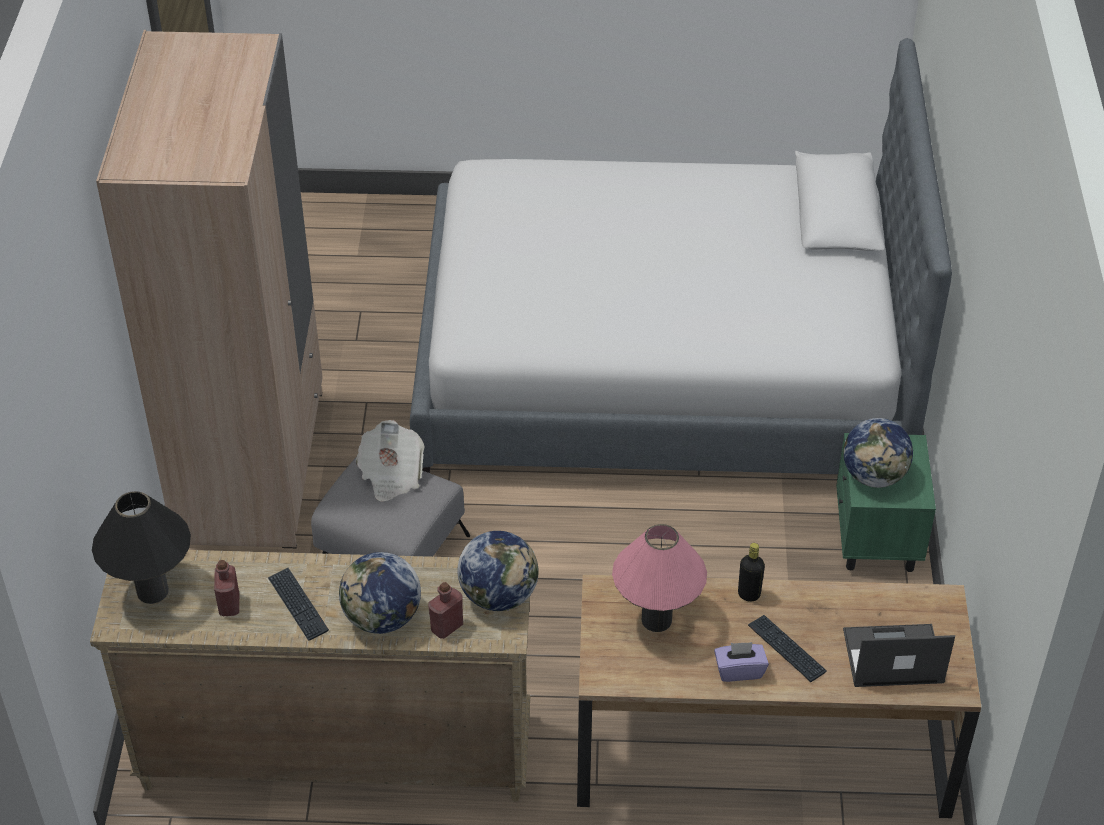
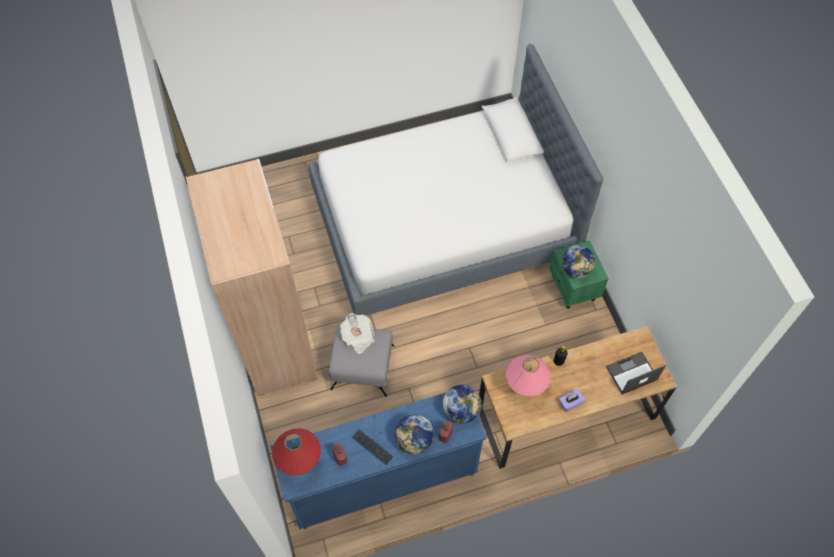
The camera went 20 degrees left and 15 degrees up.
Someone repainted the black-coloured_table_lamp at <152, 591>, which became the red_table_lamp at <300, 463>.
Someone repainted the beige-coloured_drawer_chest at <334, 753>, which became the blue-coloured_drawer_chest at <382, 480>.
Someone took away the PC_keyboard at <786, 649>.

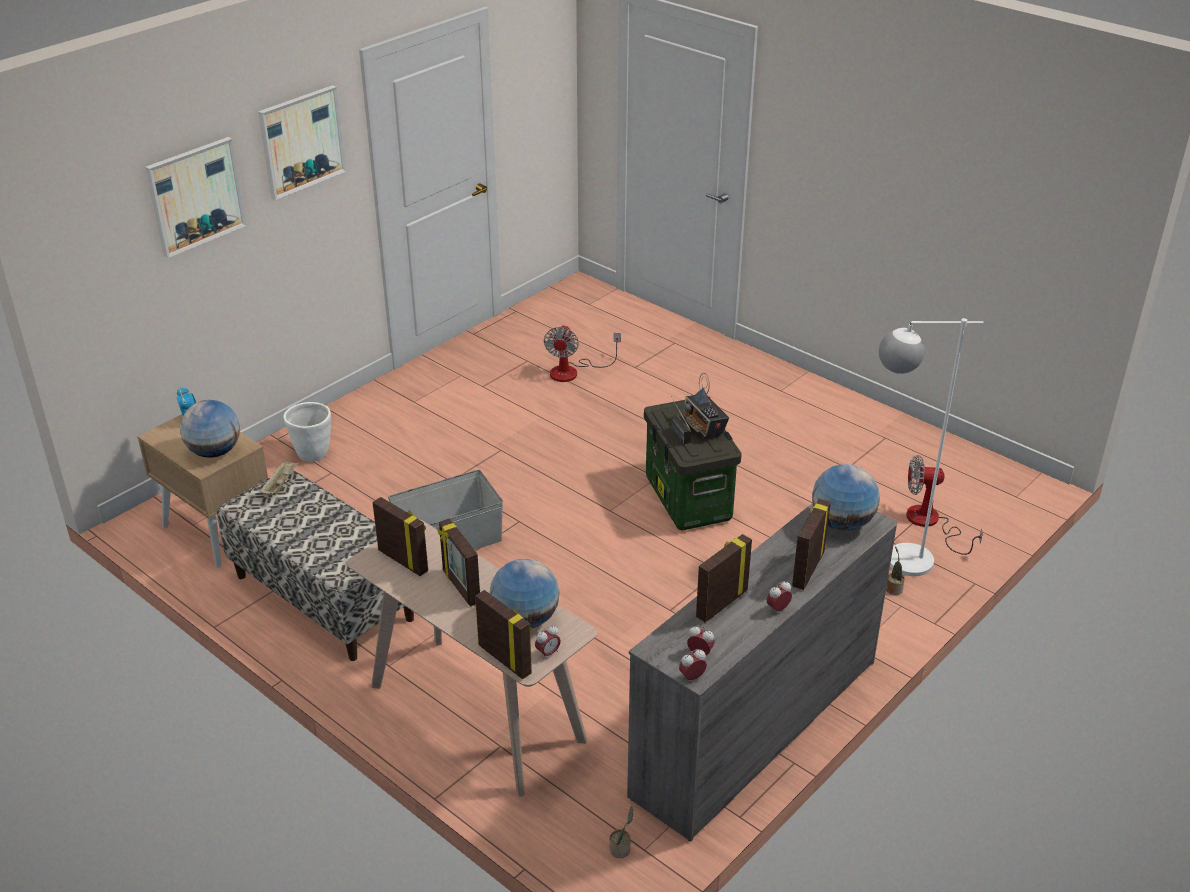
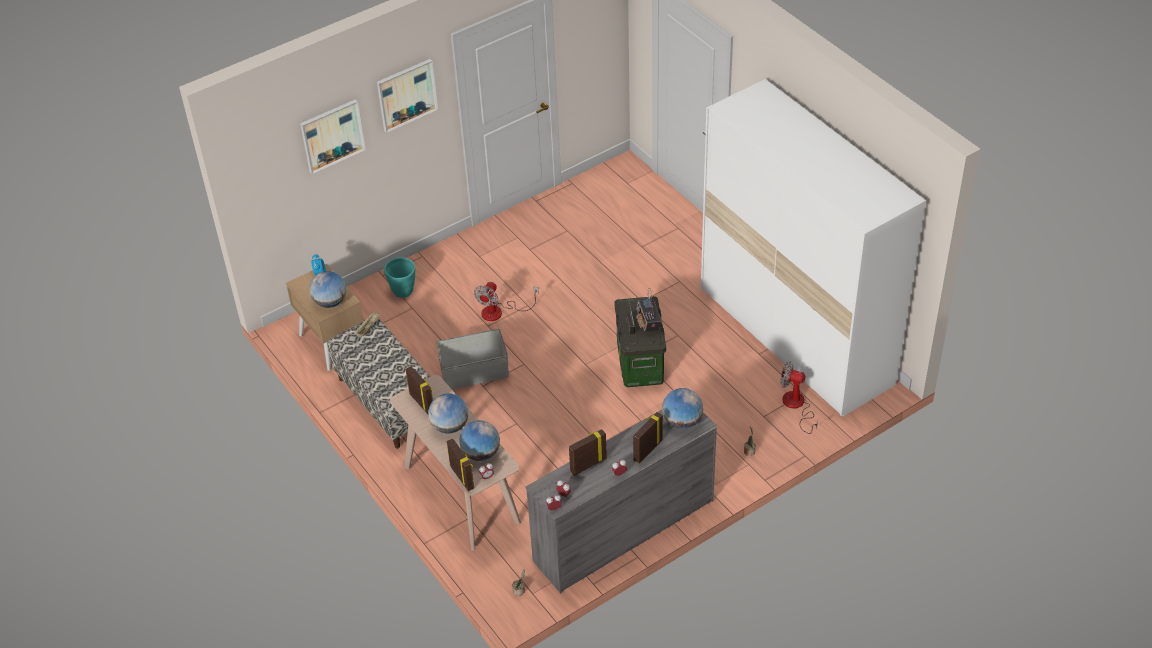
The camera went 15 degrees right and 10 degrees up.
Someone took away the whitish_floor_lamp at <893, 561>.
Someone carried the fan from <573, 371> to <499, 312>.
Someone repainted the whitish_planter at <312, 454>, which became the blue-green_planter at <403, 291>.
Someone swapped the picture_frame at <460, 587> for the desk_globe at <450, 426>.
Someone put down the whitish_armoire at <795, 336>.

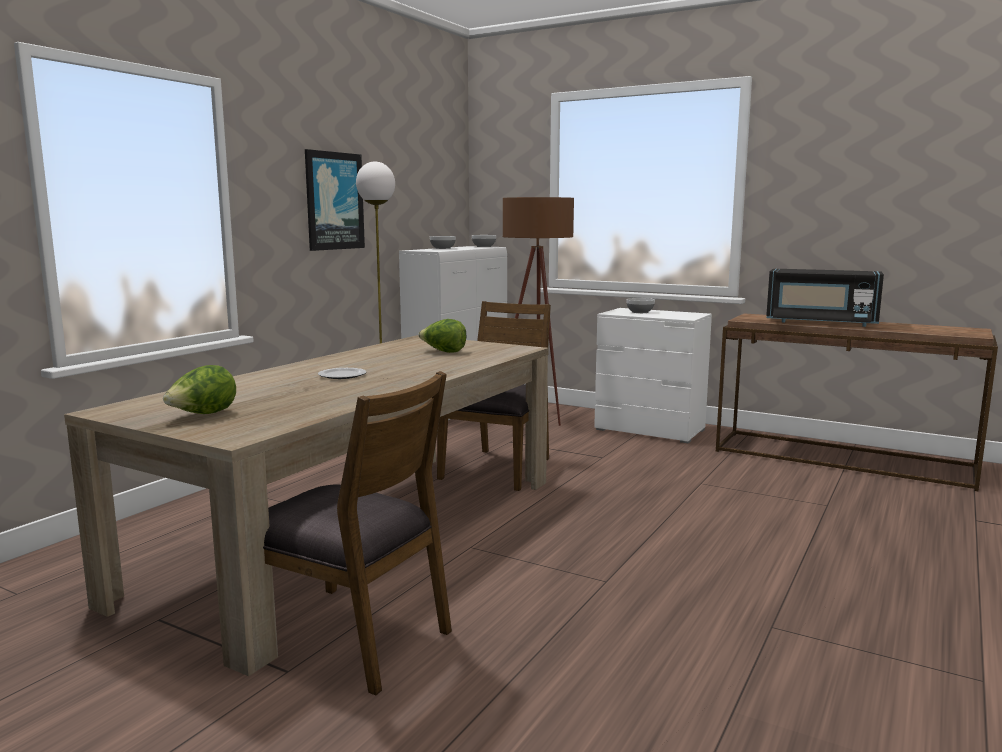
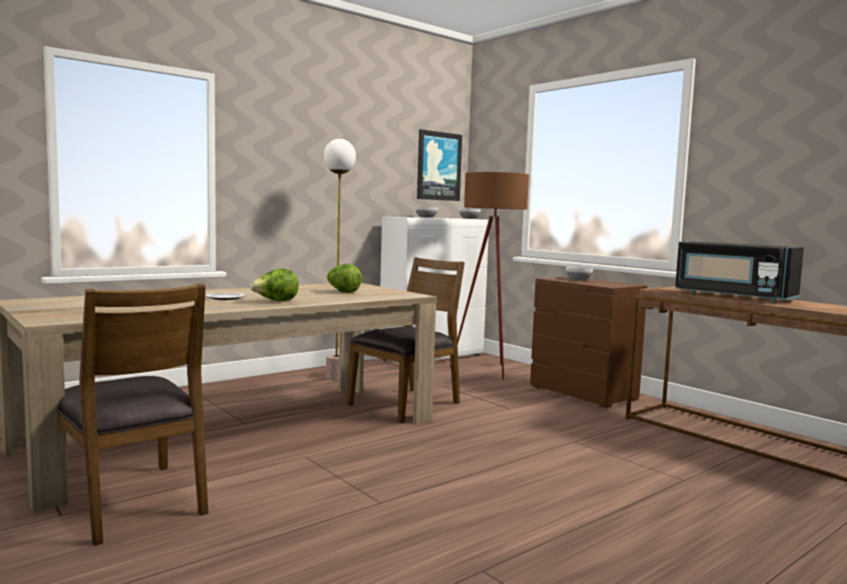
The camera went 20 degrees right and 5 degrees down.
Someone carried the wall_picture from <334, 201> to <438, 166>.
Someone repainted the whitish_drawer_chest at <650, 430>, which became the brown-coloured_drawer_chest at <583, 393>.
Someone carried the lettuce from <203, 415> to <275, 301>.

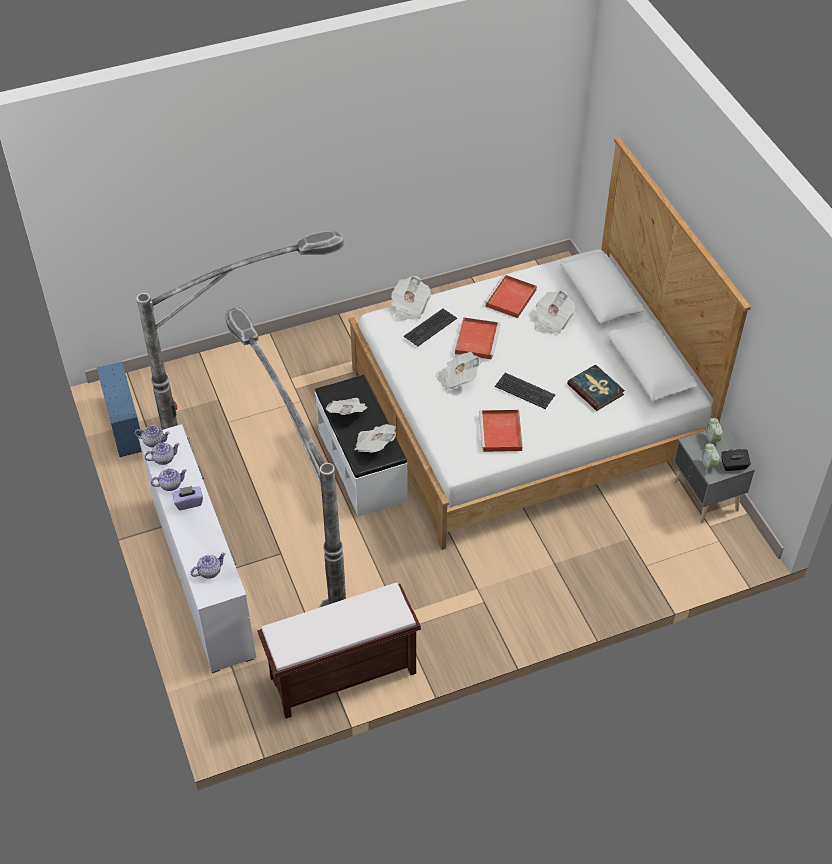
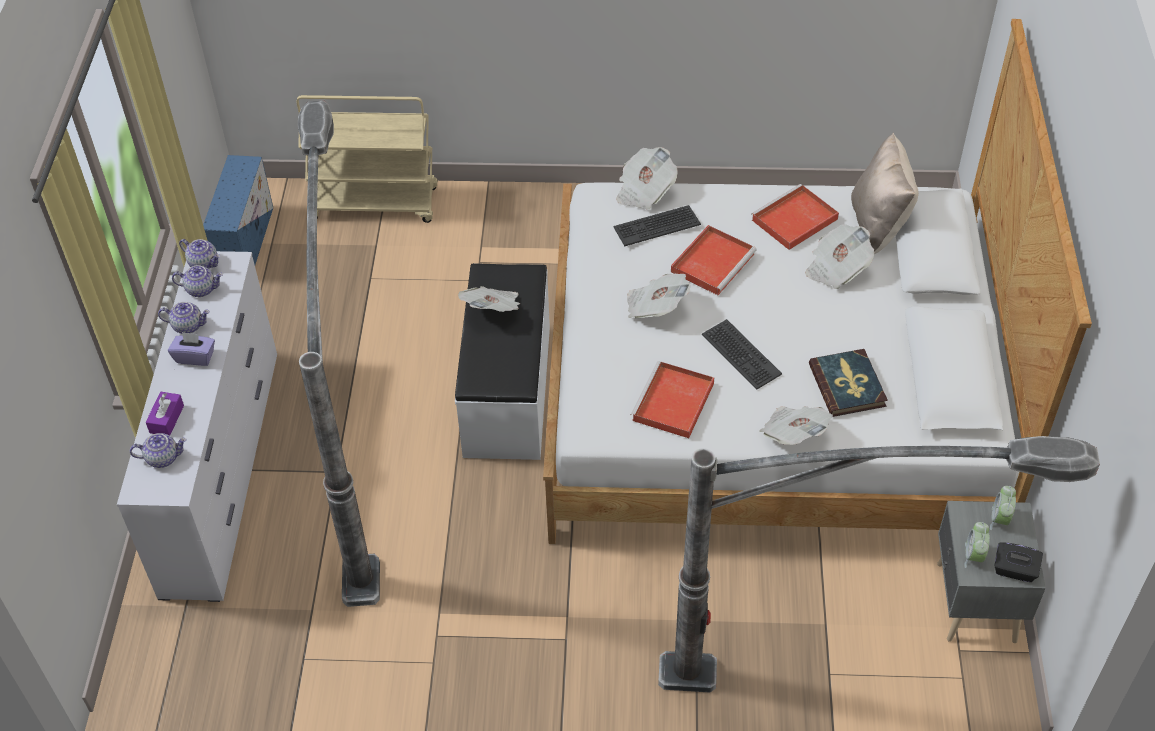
The camera went 25 degrees right and 0 degrees up.
Someone carried the floor_lamp from <255, 429> to <829, 681>.
Someone carried the daily_paper from <374, 445> to <793, 434>.
Someone took away the brown-coloured_long_seat at <342, 676>.
Someone put down the beige-coloured_wheeled_cart at <375, 203>.
Someone put down the beige-coloured_cushion at <879, 224>.
Someone put down the purple-coloured_box_of_tissues at <167, 419>.

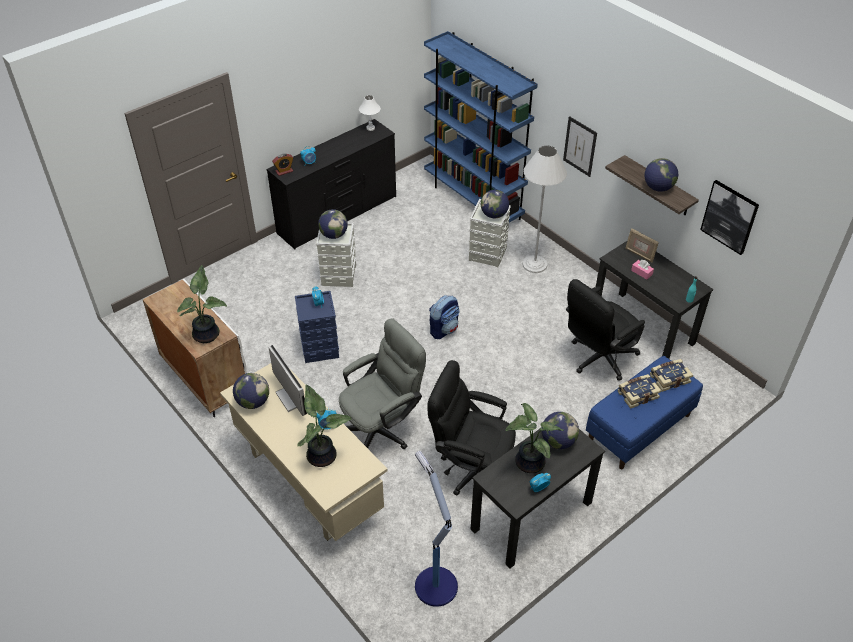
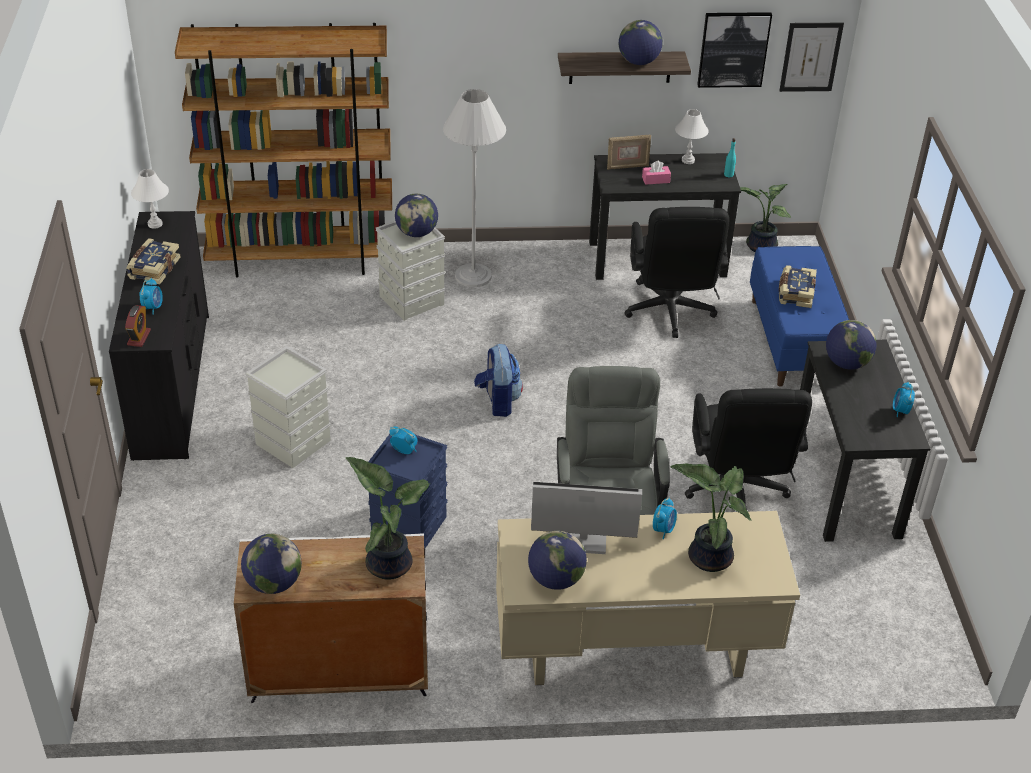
The camera went 55 degrees left and 5 degrees down.
Someone repainted the blue-coloured_bookcase at <473, 200>, which became the brown-coloured_bookcase at <302, 260>.
Someone carried the wall_picture from <580, 146> to <810, 57>.
Someone carried the desk_globe from <333, 235> to <273, 583>.
Someone carried the bound_book from <669, 378> to <153, 268>.
Someone rotated the black-coloured_office_chair at <471, 467> by 60 degrees counterclockwise.
Someone carried the potted_plant from <527, 462> to <759, 247>.
Someone took away the floor_lamp at <435, 585>.
Someone put down the whitish_table_lamp at <687, 160>.

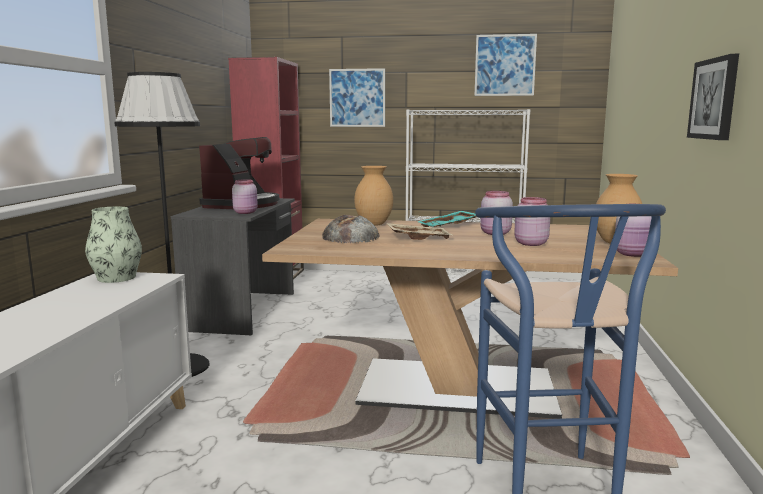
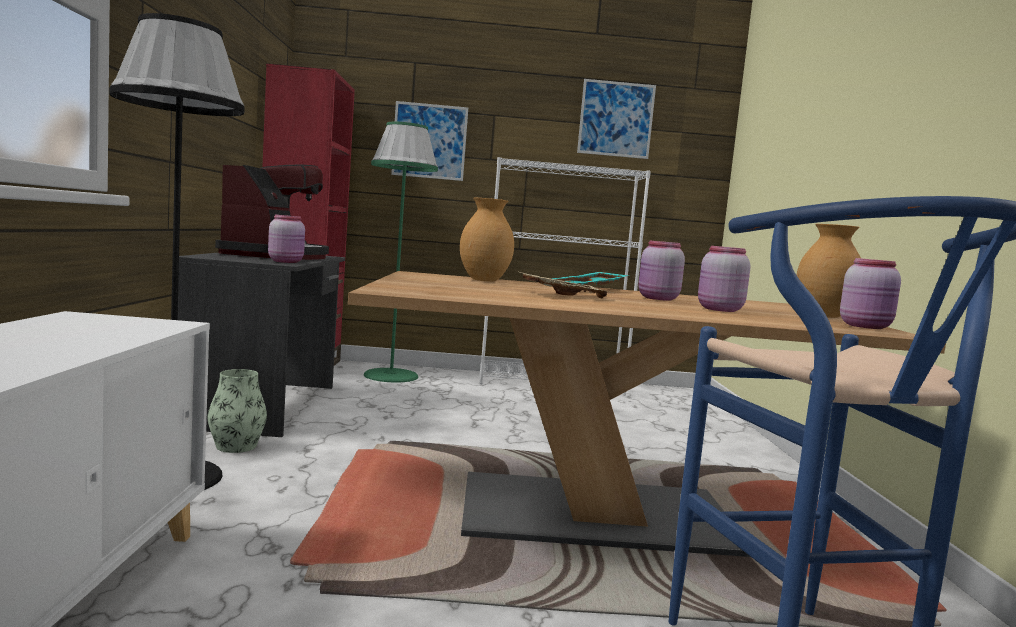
The camera went 10 degrees left and 5 degrees down.
Someone took away the wall_picture at <714, 99>.
Someone carried the vase from <116, 278> to <236, 446>.
Someone took away the bakery_bread at <350, 236>.
Someone put down the greenish_floor_lamp at <391, 376>.

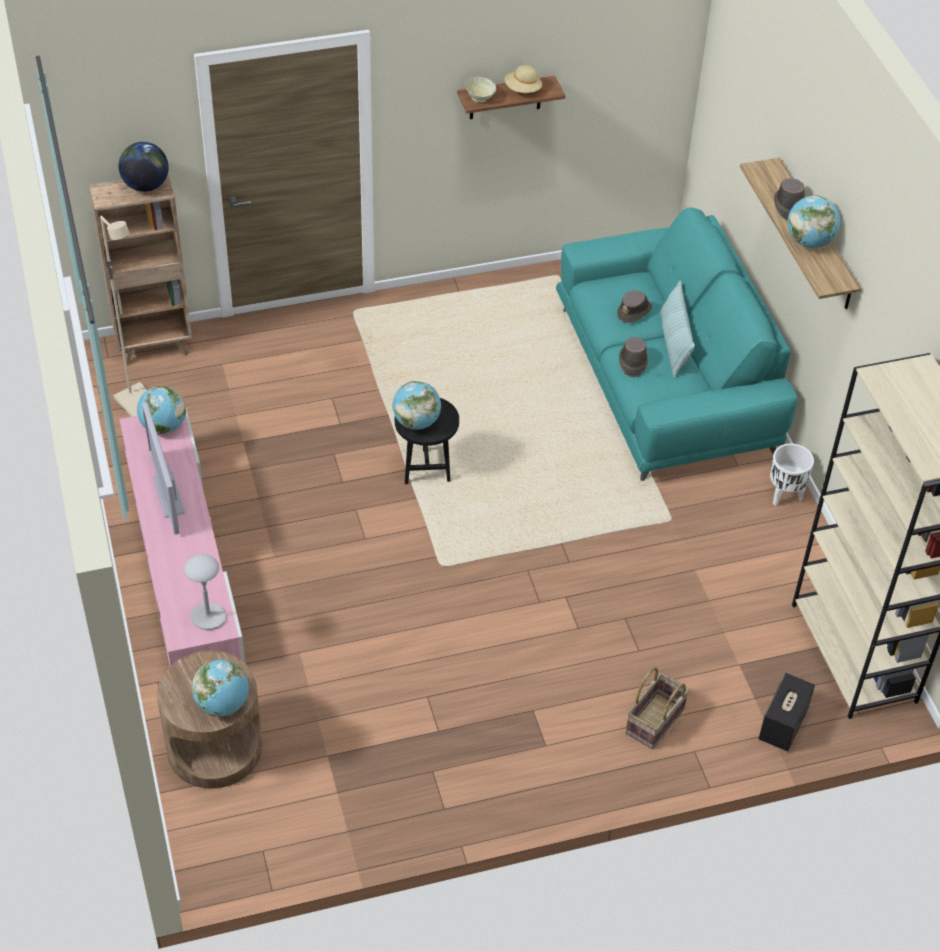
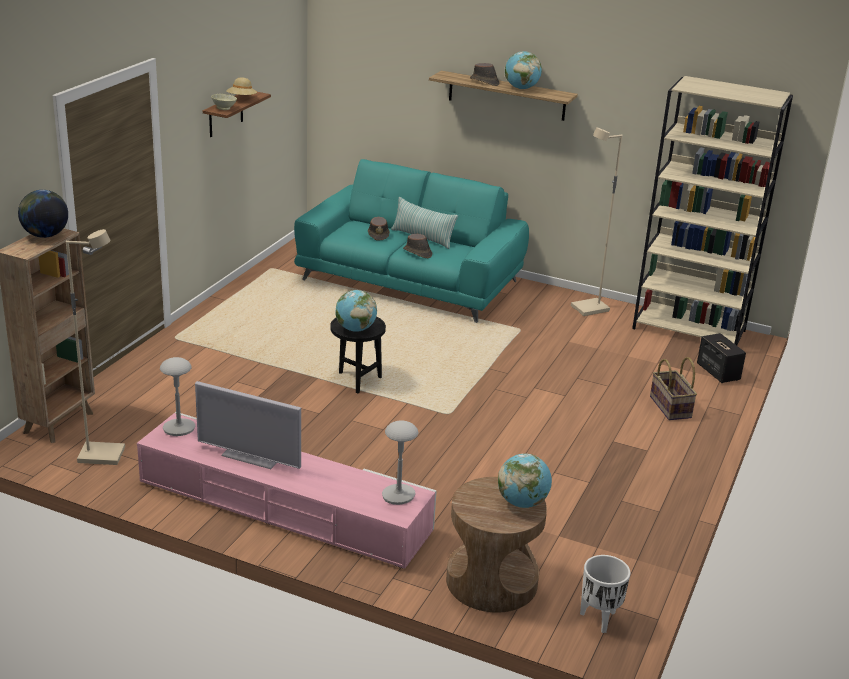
The camera went 50 degrees left and 20 degrees down.
Someone swapped the desk_globe at <163, 427> for the grey_table_lamp at <179, 429>.
Someone carried the whitish_planter from <785, 496> to <600, 619>.
Someone put down the beige-coloured_floor_lamp at <590, 309>.

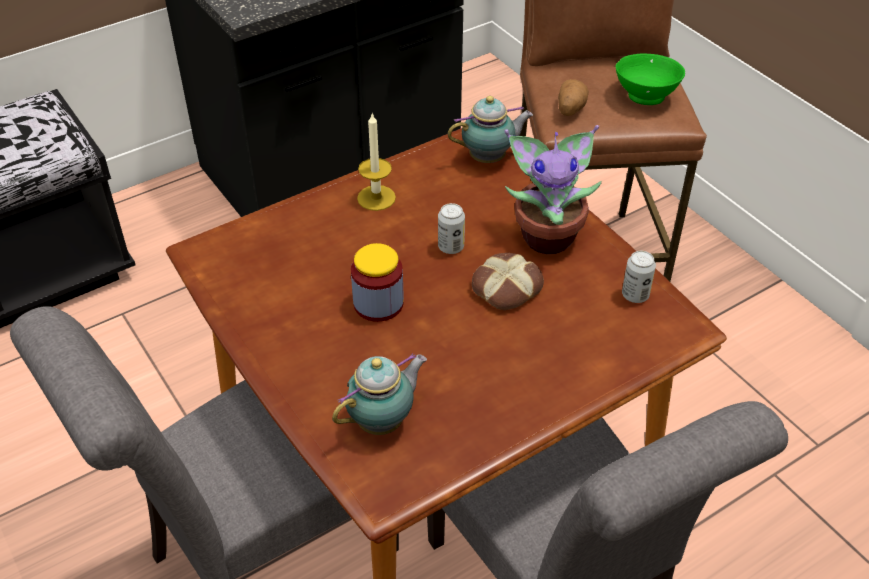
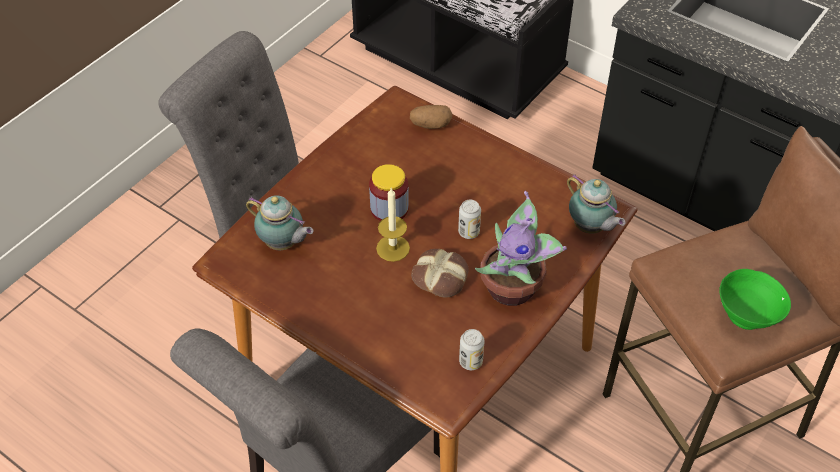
The camera went 70 degrees right and 5 degrees up.
Someone carried the potato from <570, 109> to <430, 125>.
Someone carried the candle from <376, 198> to <393, 248>.

